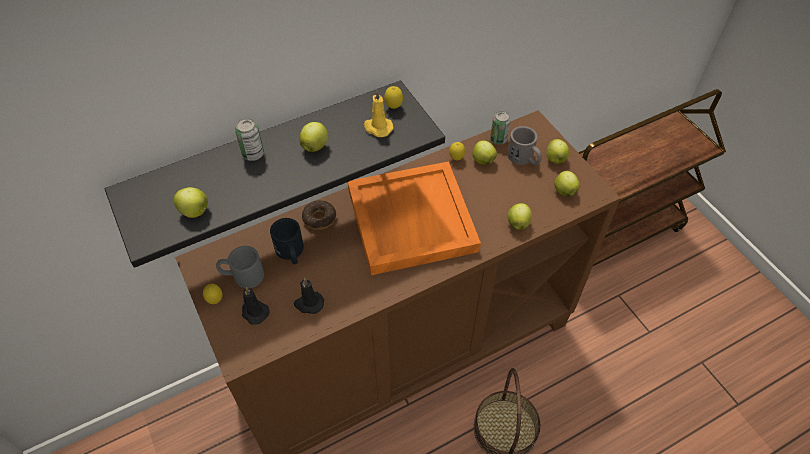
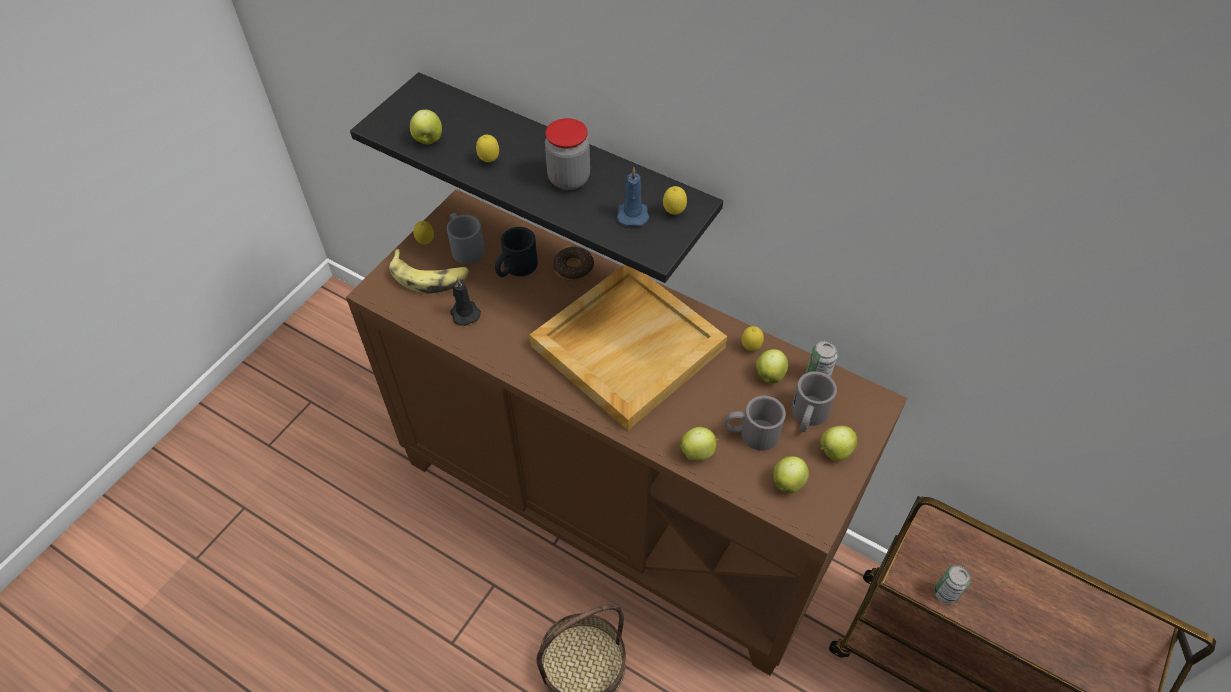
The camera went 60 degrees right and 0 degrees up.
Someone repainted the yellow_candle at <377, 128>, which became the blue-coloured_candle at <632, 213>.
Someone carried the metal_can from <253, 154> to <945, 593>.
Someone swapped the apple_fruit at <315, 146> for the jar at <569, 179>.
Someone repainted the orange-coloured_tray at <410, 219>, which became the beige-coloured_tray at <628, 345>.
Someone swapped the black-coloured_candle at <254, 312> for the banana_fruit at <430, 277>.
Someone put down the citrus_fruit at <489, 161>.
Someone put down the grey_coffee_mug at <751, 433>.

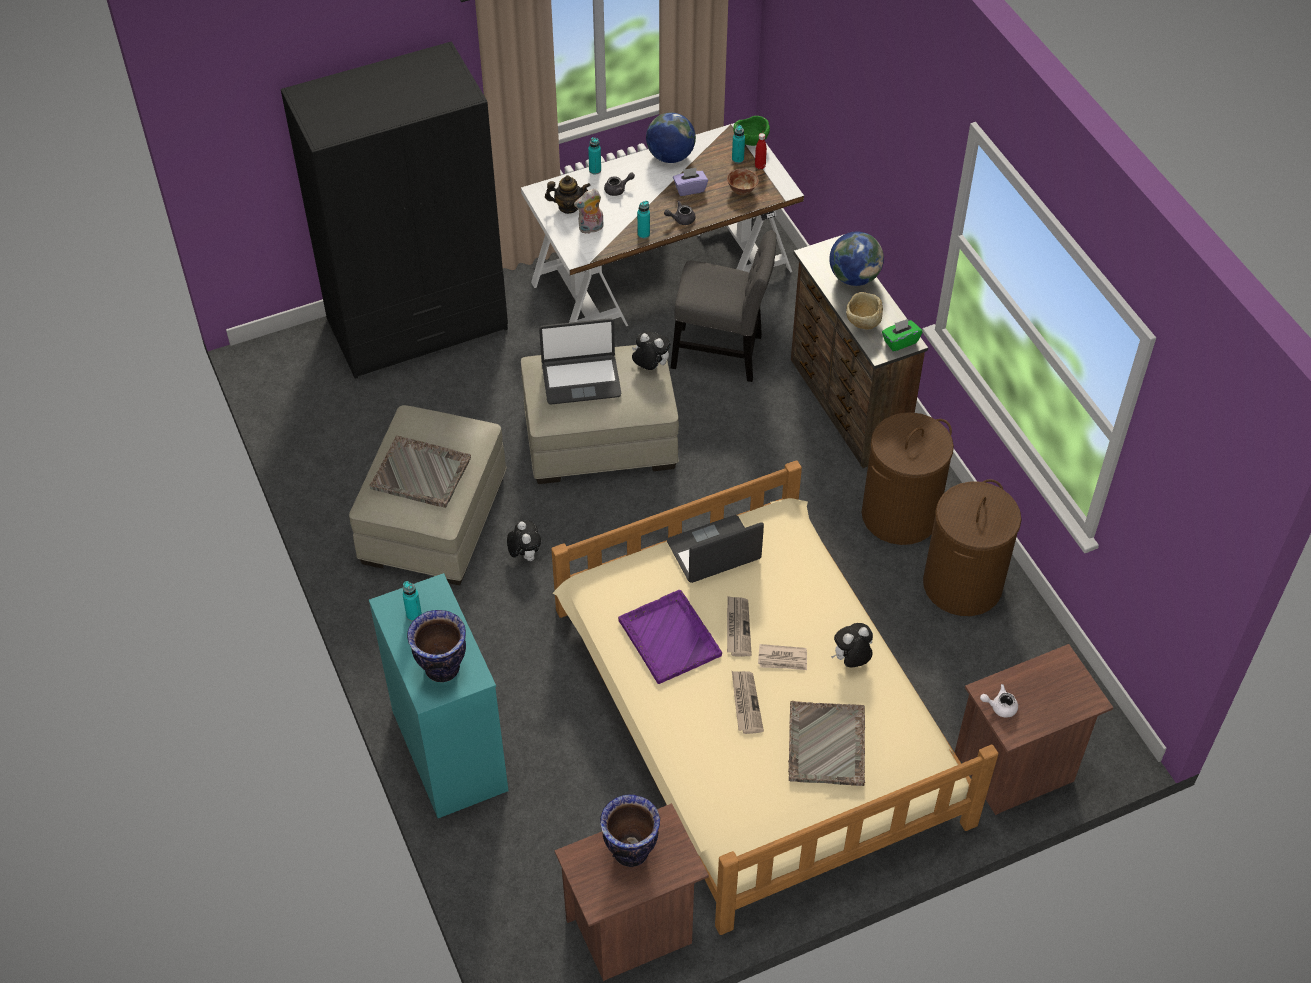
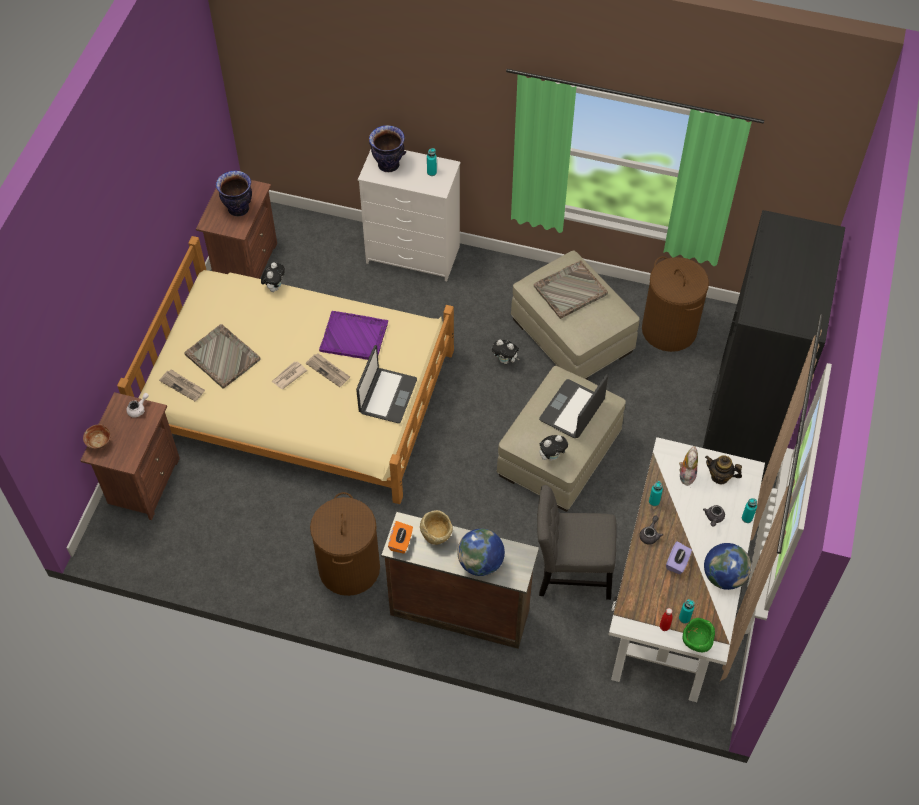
The camera went 130 degrees right and 5 degrees up.
Someone carried the bowl from <741, 190> to <100, 443>.
Someone rotated the pot_for_tea at <568, 207> by 75 degrees clockwise.
Someone rotated the grey_chair at <722, 353> by 45 degrees clockwise.
Someone repainted the greenish_box_of_tissues at <900, 342>, which became the orange-coloured_box_of_tissues at <401, 542>.
Someone carried the brown-coloured_washing_basket from <963, 585> to <668, 329>.
Someone repainted the blue-green_drawer_chest at <449, 749>, which became the whitish_drawer_chest at <414, 254>.
Someone carried the cuddly_toy from <851, 660> to <274, 287>.
Someone carried the daily_paper from <745, 703> to <183, 386>.

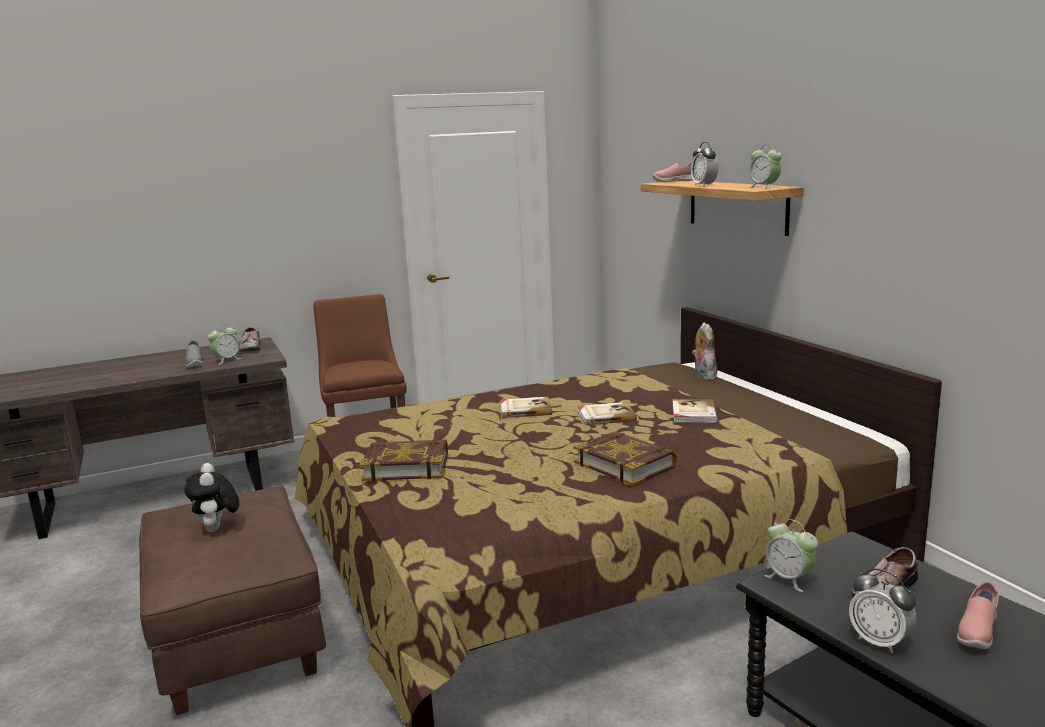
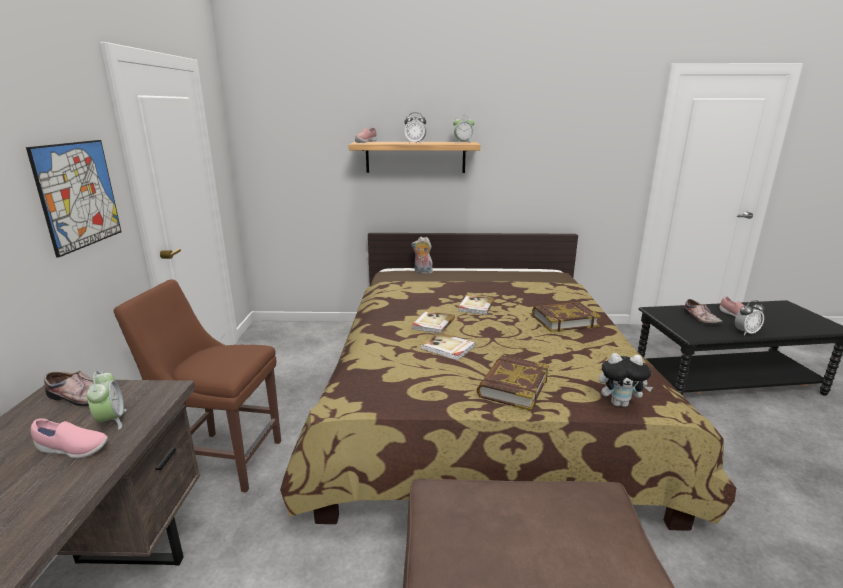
The camera went 65 degrees left and 5 degrees up.
Someone repainted the grey_low_shoe at <194, 363>, which became the pink_low_shoe at <72, 450>.
Someone carried the bound_book from <693, 413> to <447, 348>.
Someone carried the cuddly_toy from <217, 529> to <620, 403>.
Someone took away the bedside_clock at <789, 579>.
Someone put up the wall_picture at <78, 195>.

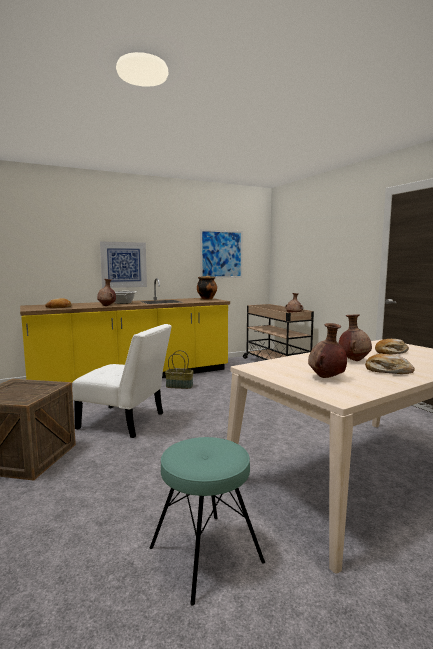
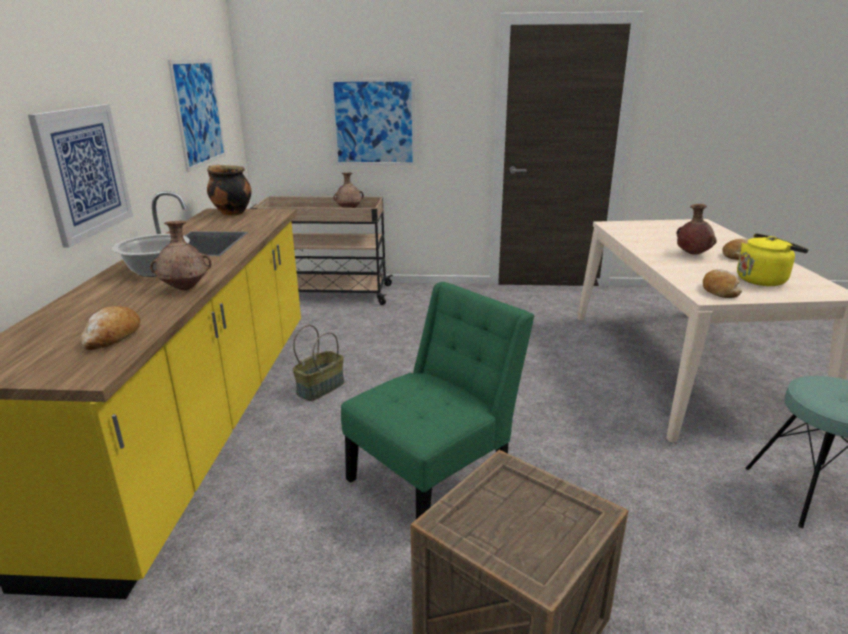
The camera went 60 degrees left and 15 degrees up.
Someone swapped the brown-coloured_vase at <326, 378> for the yellow_kettle at <763, 280>.
Someone repainted the whitish_chair at <125, 422>, which became the greenish_chair at <435, 476>.
Someone carried the bakery_bread from <391, 352> to <719, 290>.
Someone put up the wall_picture at <373, 122>.

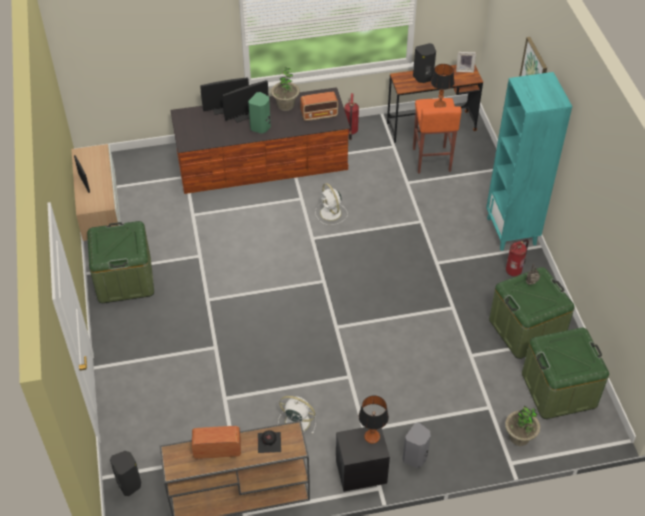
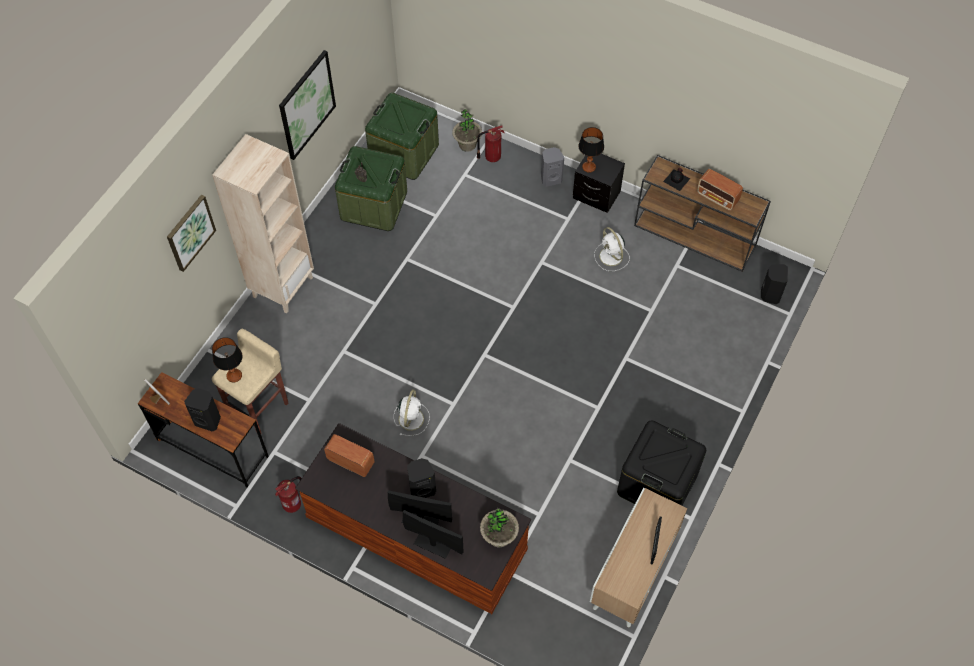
The camera went 140 degrees left and 10 degrees up.
Someone carried the potted_plant from <285, 105> to <499, 536>.
Someone repainted the blue-green_bookcase at <512, 231>, which became the beige-coloured_bookcase at <283, 286>.
Someone repainted the greenish_speaker at <261, 127>, which became the black-coloured_speaker at <422, 489>.
Someone repainted the orange-coloured_sitting_stool at <431, 160>, which became the beige-coloured_sitting_stool at <260, 408>.
Someone repainted the greenish_storage_box at <124, 279>, which became the black-coloured_storage_box at <657, 483>.
Someone carried the fire_extinguisher from <514, 271> to <491, 157>.
Someone put up the wall_picture at <307, 105>.

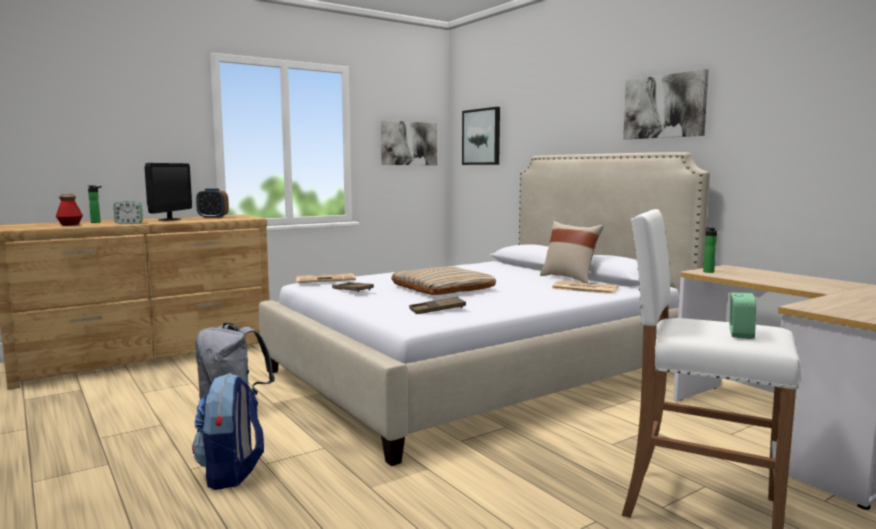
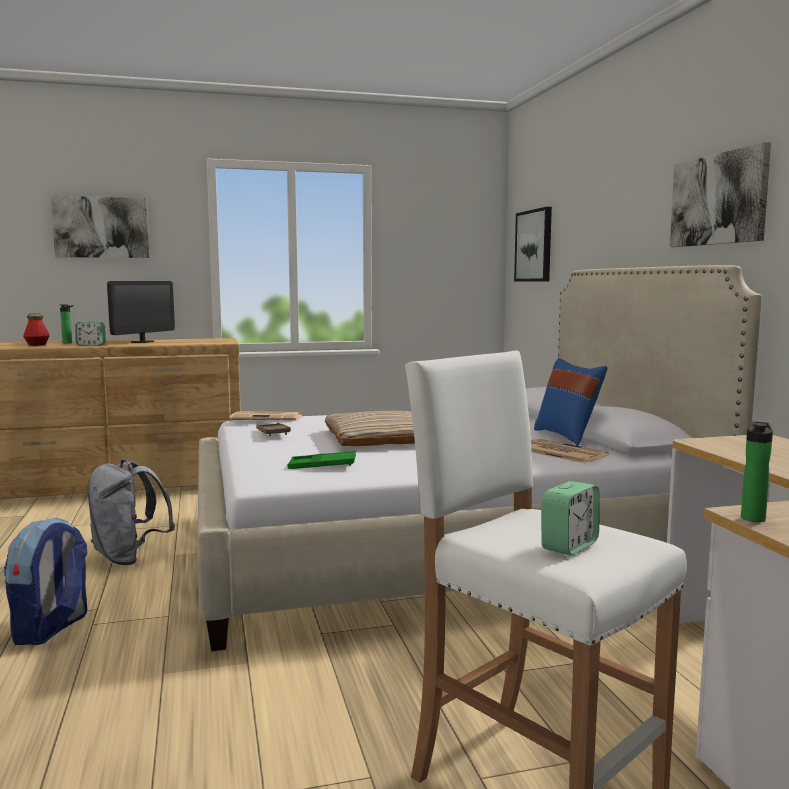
The camera went 20 degrees right and 0 degrees up.
Someone carried the wall_picture from <408, 143> to <101, 227>.
Someone took away the bedside_clock at <213, 217>.
Someone repainted the beige-coloured_cushion at <569, 278>, which became the blue-coloured_cushion at <567, 436>.
Someone carried the beverage_bottle from <708, 271> to <753, 517>.
Someone repainted the brown-coloured_tray at <437, 310>, which became the greenish_tray at <322, 466>.

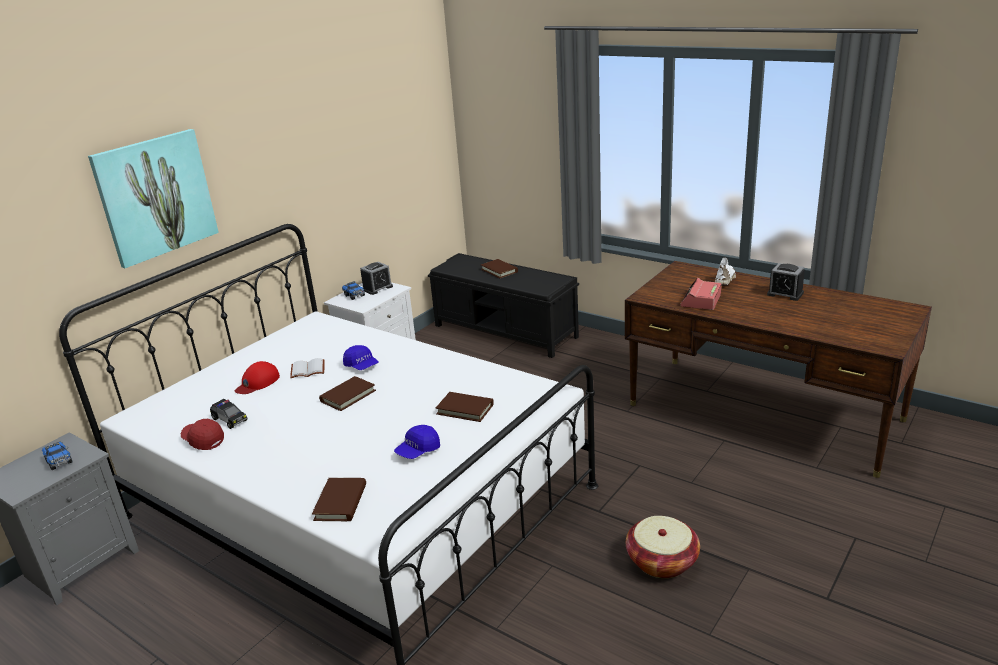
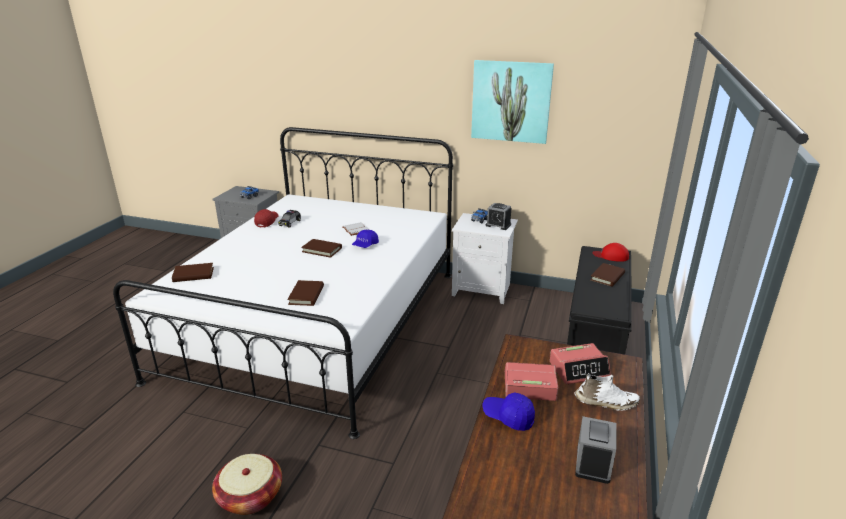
The camera went 70 degrees right and 0 degrees up.
Someone carried the wall_picture from <156, 196> to <511, 101>.
Someone carried the red_cap from <257, 382> to <611, 256>.
Someone carried the blue-coloured_cap from <418, 451> to <508, 417>.
Someone put down the bedside_clock at <579, 369>.

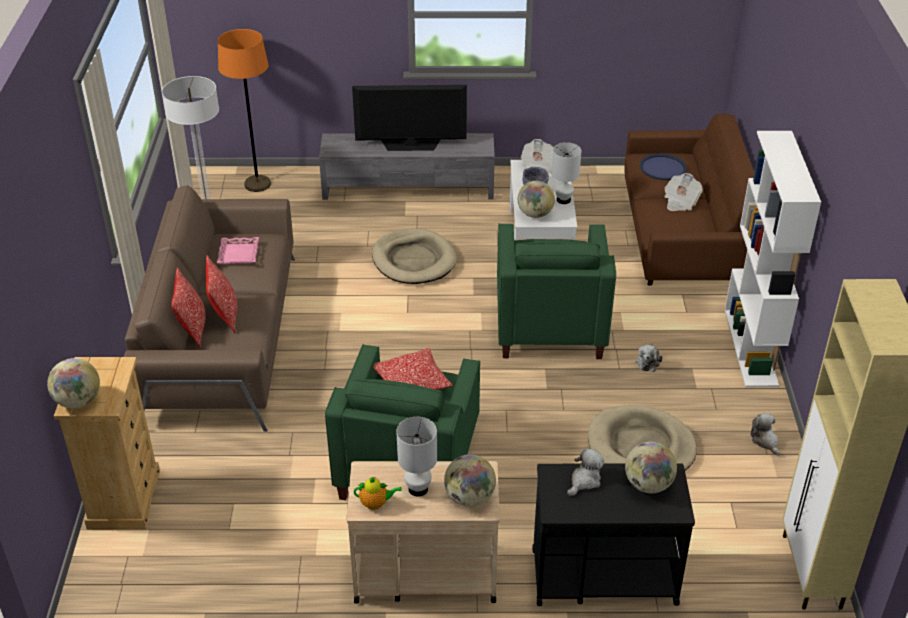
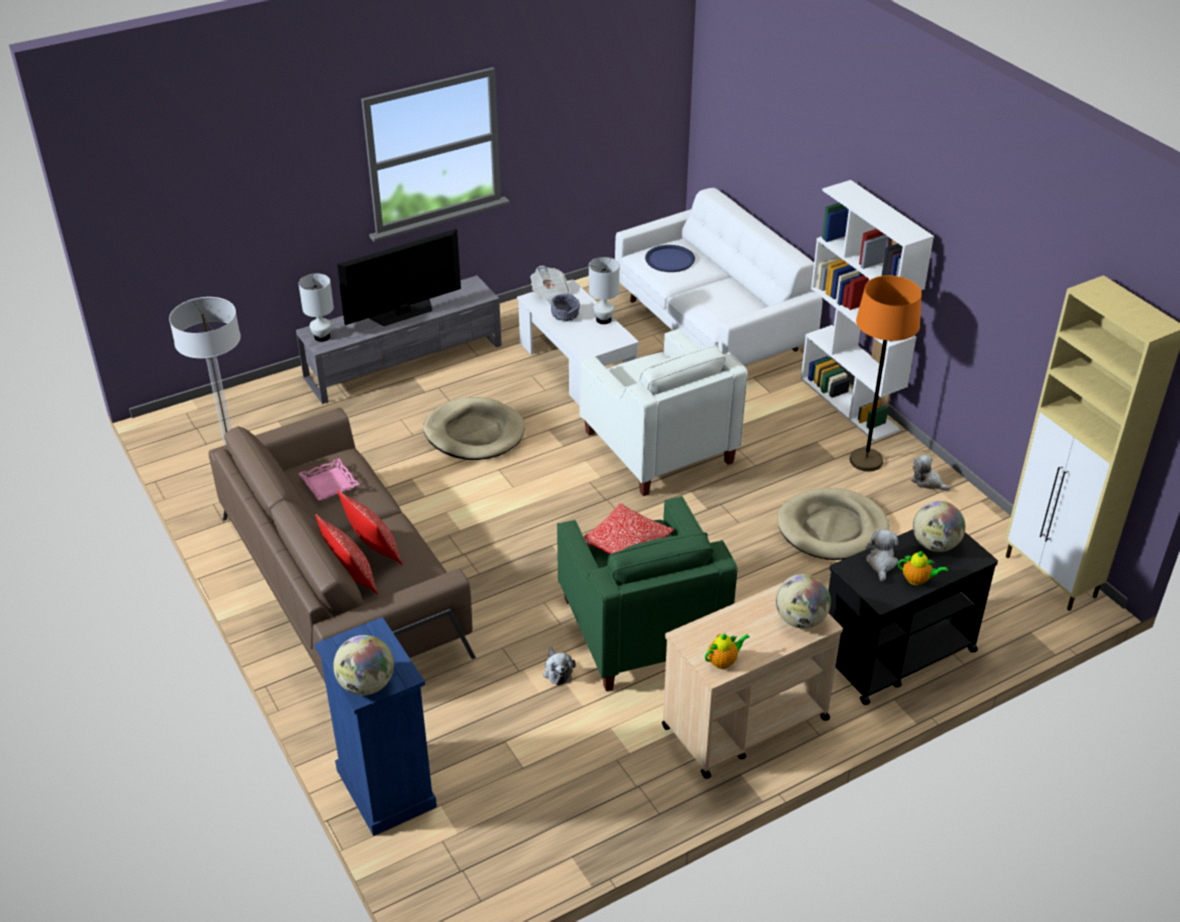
The camera went 30 degrees left and 0 degrees up.
Someone carried the orange-coloured_floor_lamp from <257, 184> to <866, 461>.
Someone repainted the brown-coloured_settee at <683, 239>, which became the whitish_settee at <711, 325>.
Someone took away the daily_paper at <680, 202>.
Someone took away the desk_globe at <535, 214>.
Someone repainted the greenish_lounge_chair at <549, 323>, which became the whitish_lounge_chair at <658, 447>.
Someone carried the cuddly_toy from <647, 361> to <557, 671>.
Someone repainted the beige-coloured_drawer_chest at <124, 499>, which became the blue-coloured_drawer_chest at <385, 788>.
Someone carried the whitish_table_lamp from <418, 488> to <322, 337>.
Someone put down the pot_for_tea at <917, 580>.

